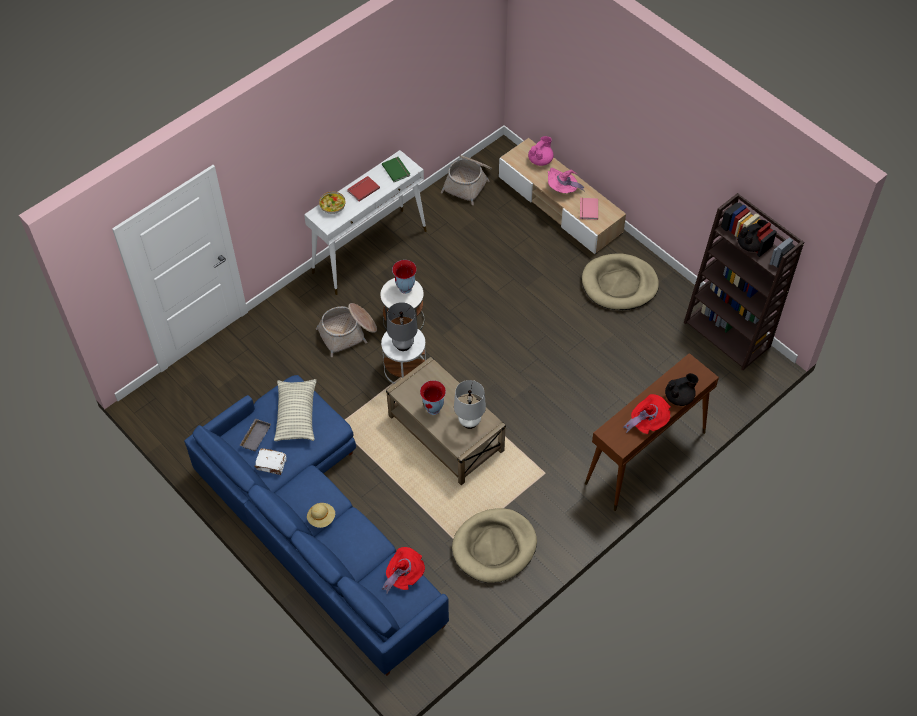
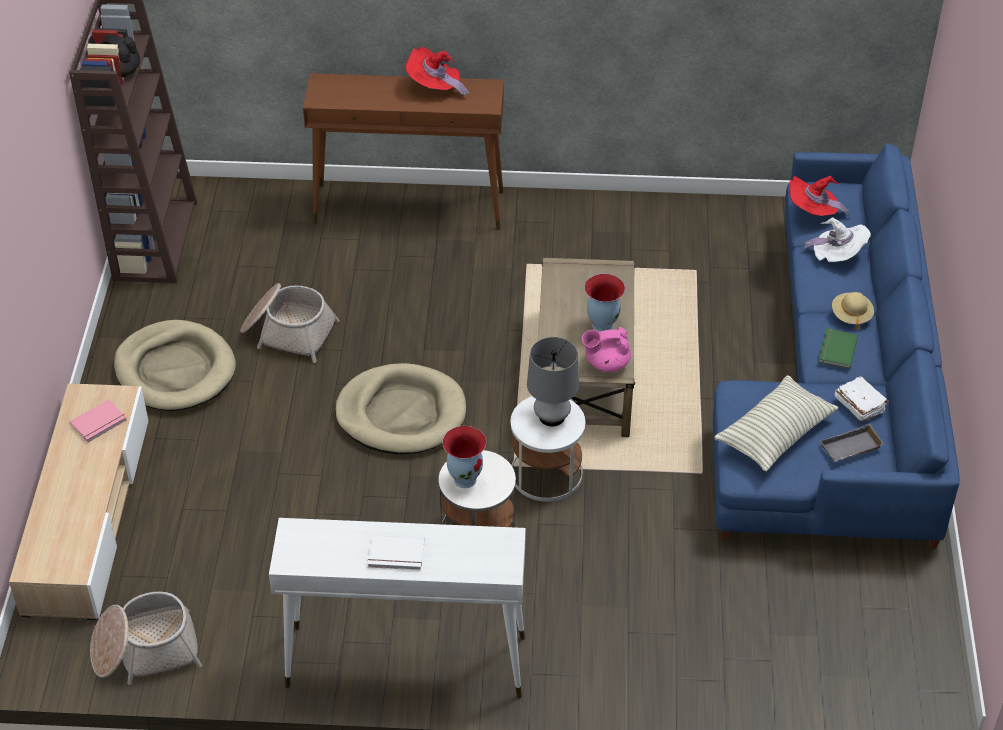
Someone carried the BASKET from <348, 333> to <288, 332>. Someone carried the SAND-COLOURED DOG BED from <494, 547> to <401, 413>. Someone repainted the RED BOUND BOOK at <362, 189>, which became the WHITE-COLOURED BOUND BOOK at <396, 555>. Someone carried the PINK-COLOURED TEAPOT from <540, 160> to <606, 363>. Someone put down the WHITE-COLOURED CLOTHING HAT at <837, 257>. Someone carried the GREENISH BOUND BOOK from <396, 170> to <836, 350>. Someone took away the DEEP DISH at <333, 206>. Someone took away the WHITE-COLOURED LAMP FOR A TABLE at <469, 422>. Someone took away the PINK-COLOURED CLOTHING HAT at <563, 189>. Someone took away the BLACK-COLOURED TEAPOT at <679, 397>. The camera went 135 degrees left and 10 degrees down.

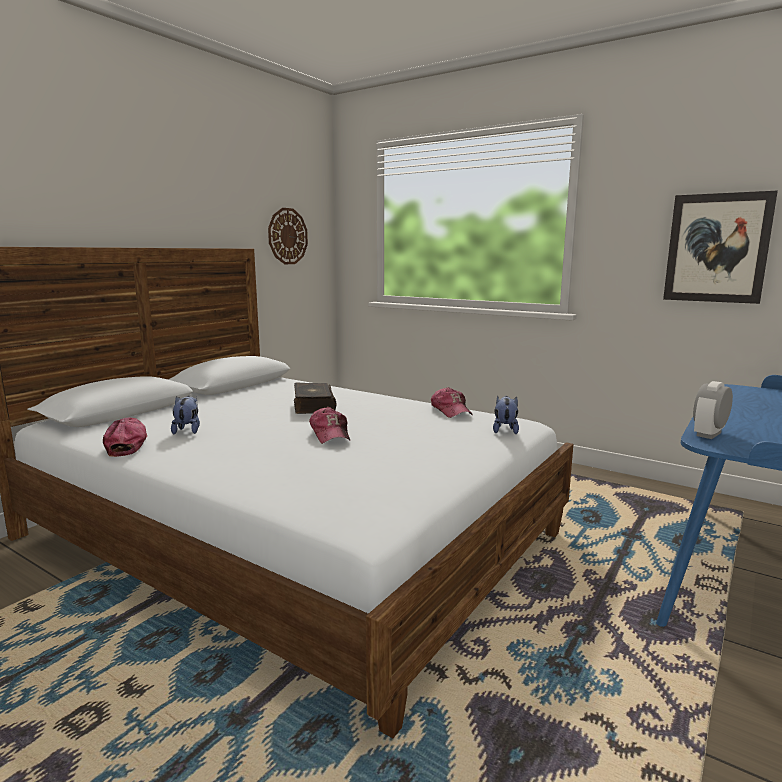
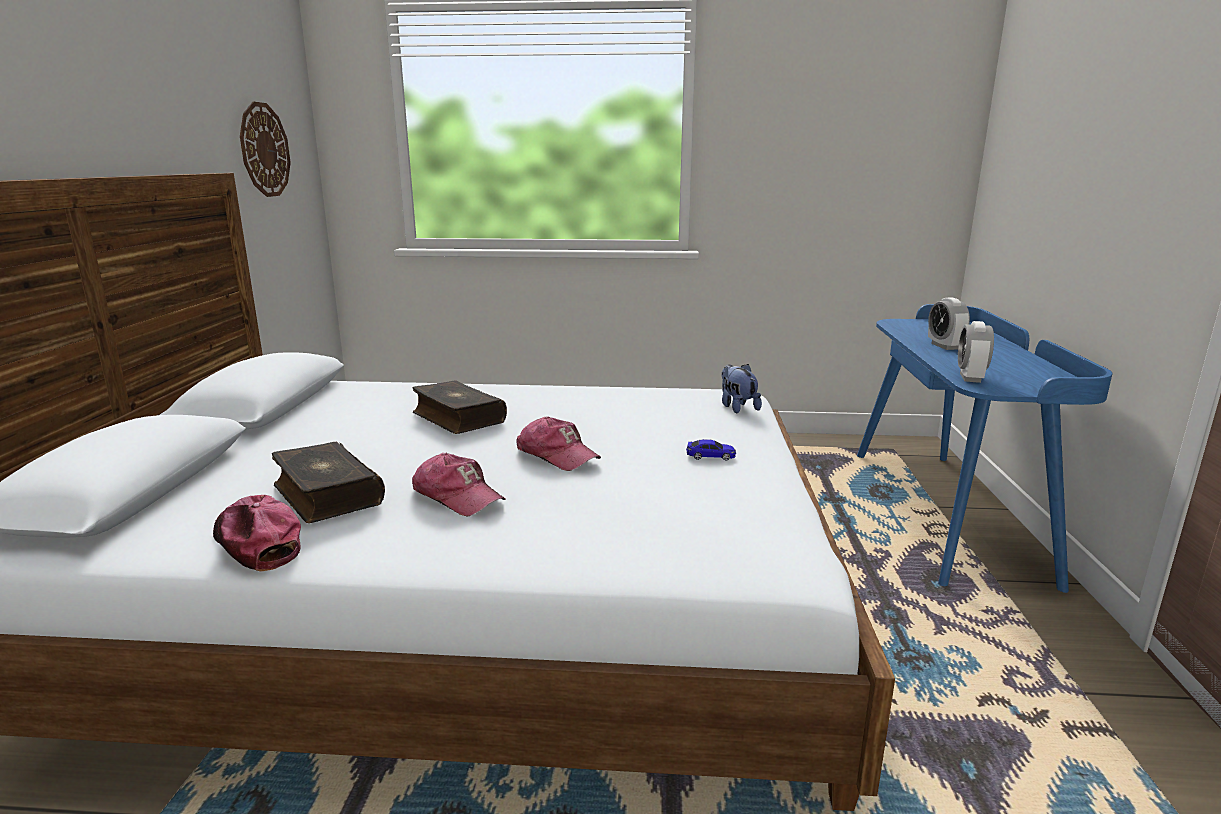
Someone swapped the SOFT TOY at <188, 430> for the BOUND BOOK at <326, 495>. Someone carried the CAP from <451, 411> to <457, 496>. Someone put down the MODEL CAR at <710, 456>. Someone put down the BEDSIDE CLOCK at <944, 346>. Someone took away the WALL PICTURE at <717, 248>. The camera went 30 degrees left and 5 degrees up.

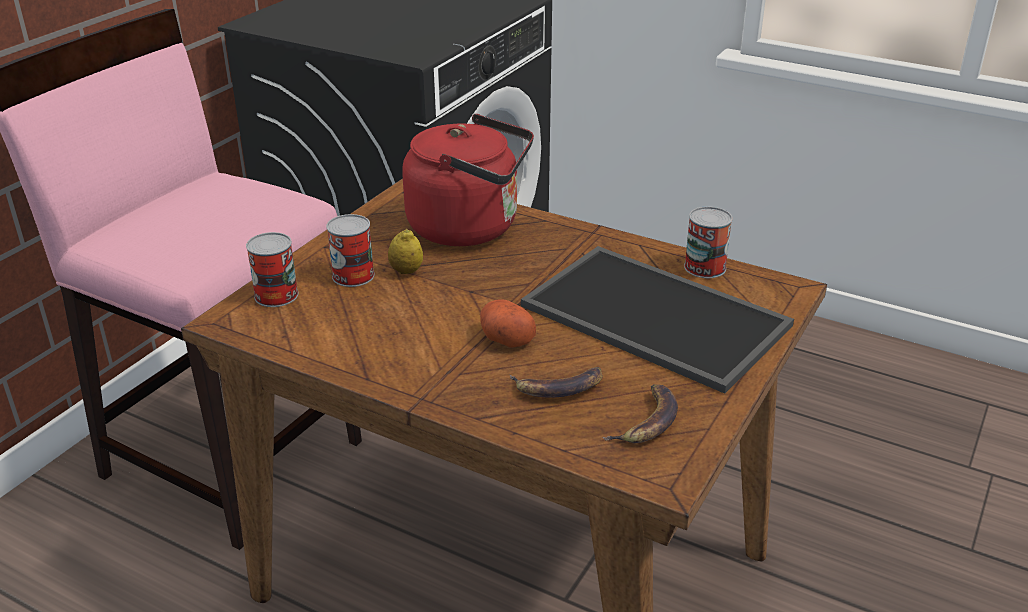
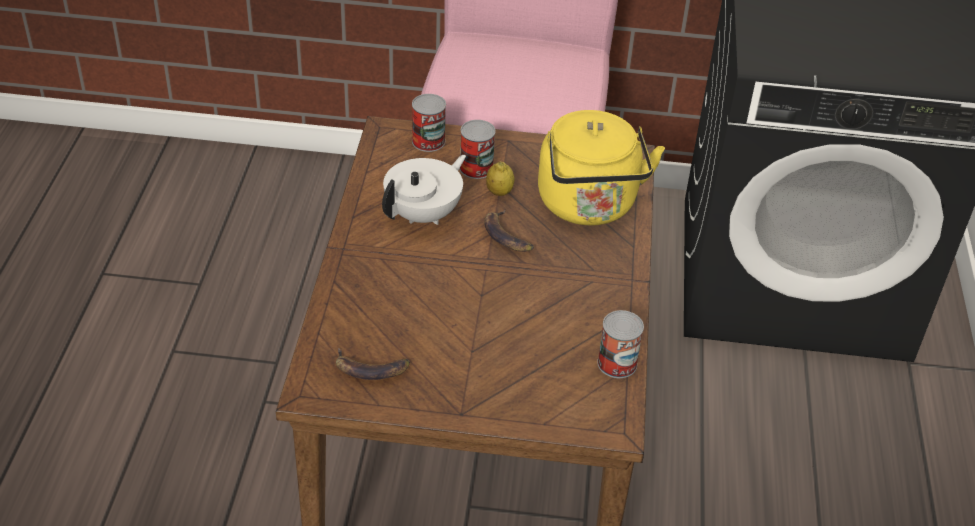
Someone put down the WHITE-COLOURED TEAPOT at <424, 214>. Someone carried the BANANA FRUIT from <558, 387> to <507, 236>. Someone repainted the RED KETTLE at <470, 228>, which became the YELLOW KETTLE at <589, 206>. Someone took away the POTATO at <505, 338>. Someone took away the CARRYING TRAY at <659, 315>. The camera went 65 degrees right and 10 degrees up.

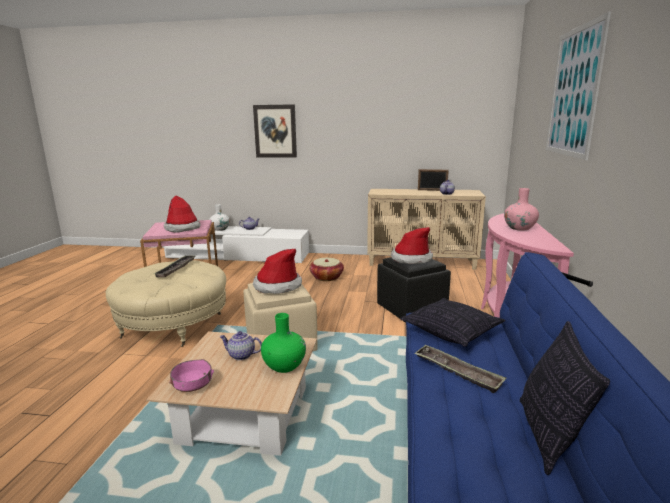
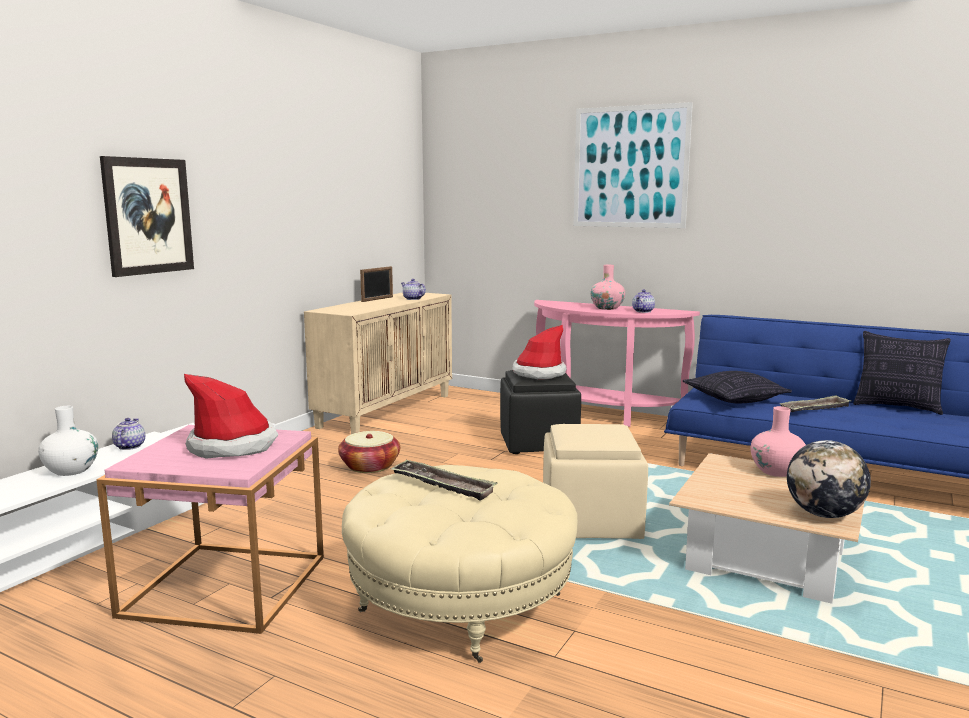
Someone carried the TEAPOT from <241, 356> to <643, 311>. Someone repainted the GREENISH VASE at <284, 366>, which became the PINK-COLOURED VASE at <776, 471>. Someone swapped the PINK-COLOURED DEEP DISH at <192, 386> for the WORLD GLOBE at <824, 514>. Someone took away the CLOTHING HAT at <277, 286>. The camera went 70 degrees left and 5 degrees down.

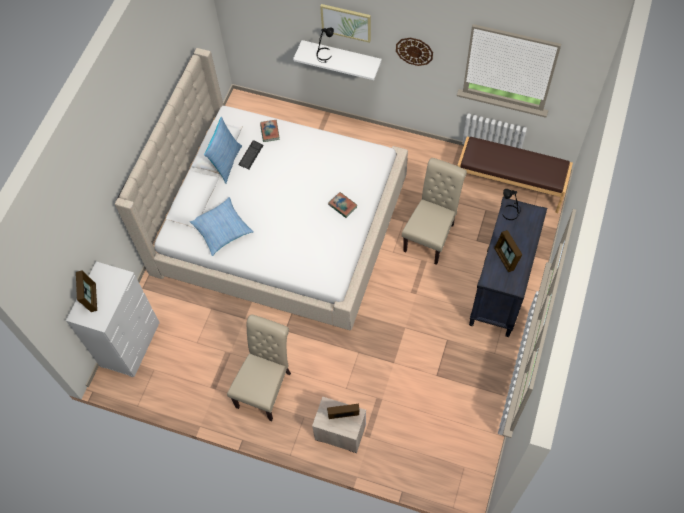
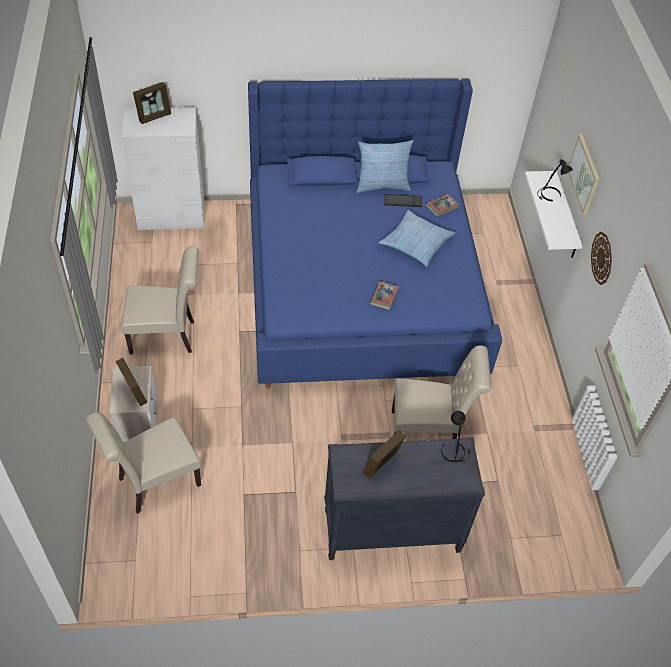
Someone put down the SAND-COLOURED UPRIGHT CHAIR at <154, 483>. Someone repainted the SAND-COLOURED BEDROOM BED at <279, 226>, which became the BLUISH BEDROOM BED at <362, 286>. Someone carried the CUSHION from <221, 229> to <416, 243>. Someone took away the BROWN BENCH at <509, 185>. The camera went 60 degrees right and 10 degrees down.

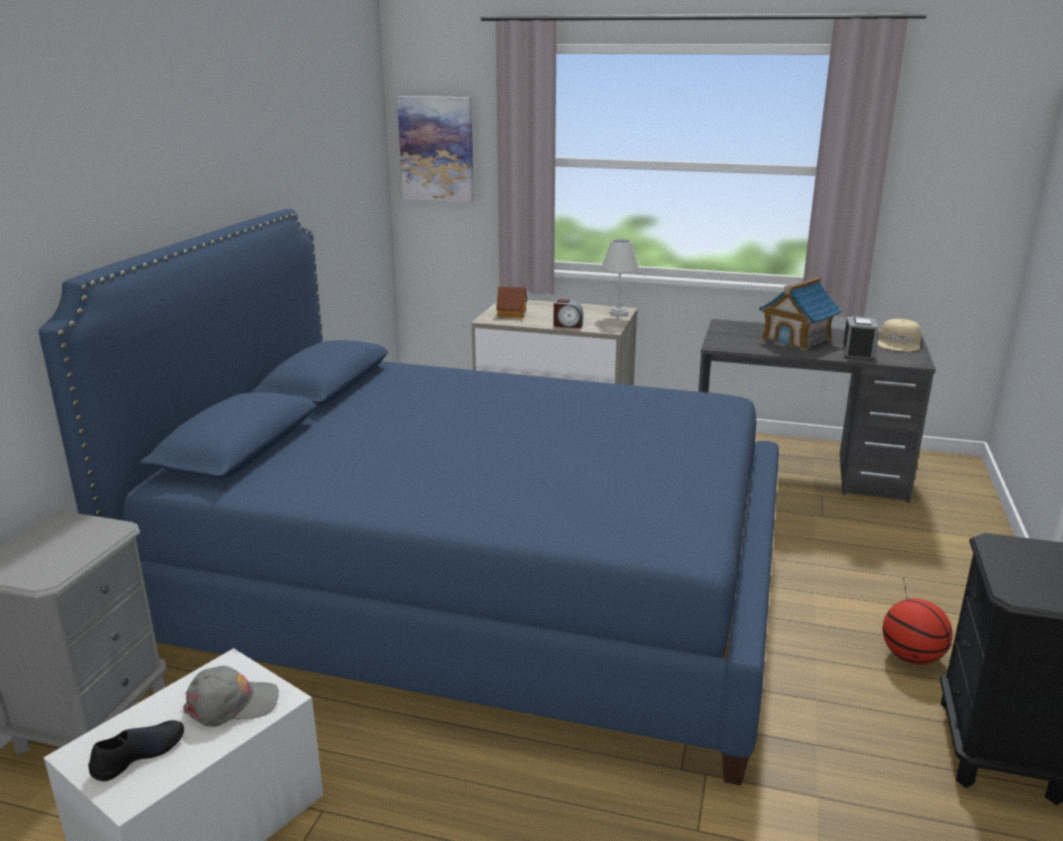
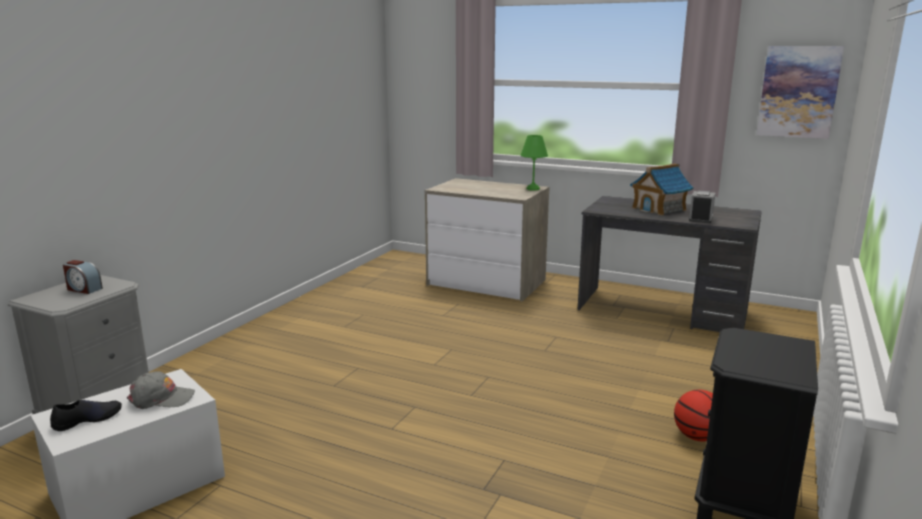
Someone carried the BEDSIDE CLOCK from <567, 325> to <84, 289>. Someone repainted the WHITE-COLOURED LAMP FOR A TABLE at <618, 313>, which became the GREENISH LAMP FOR A TABLE at <532, 189>. Someone carried the WALL PICTURE from <437, 149> to <798, 92>. Someone took away the BLUISH BEDROOM BED at <475, 590>. Someone took away the TOY HOUSE at <512, 313>. Someone took away the SAND-COLOURED CAP at <899, 344>. The camera went 10 degrees right and 5 degrees down.

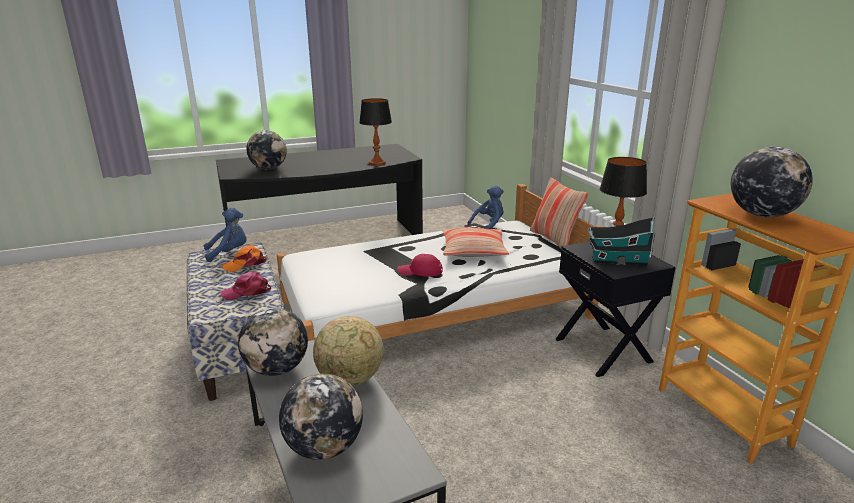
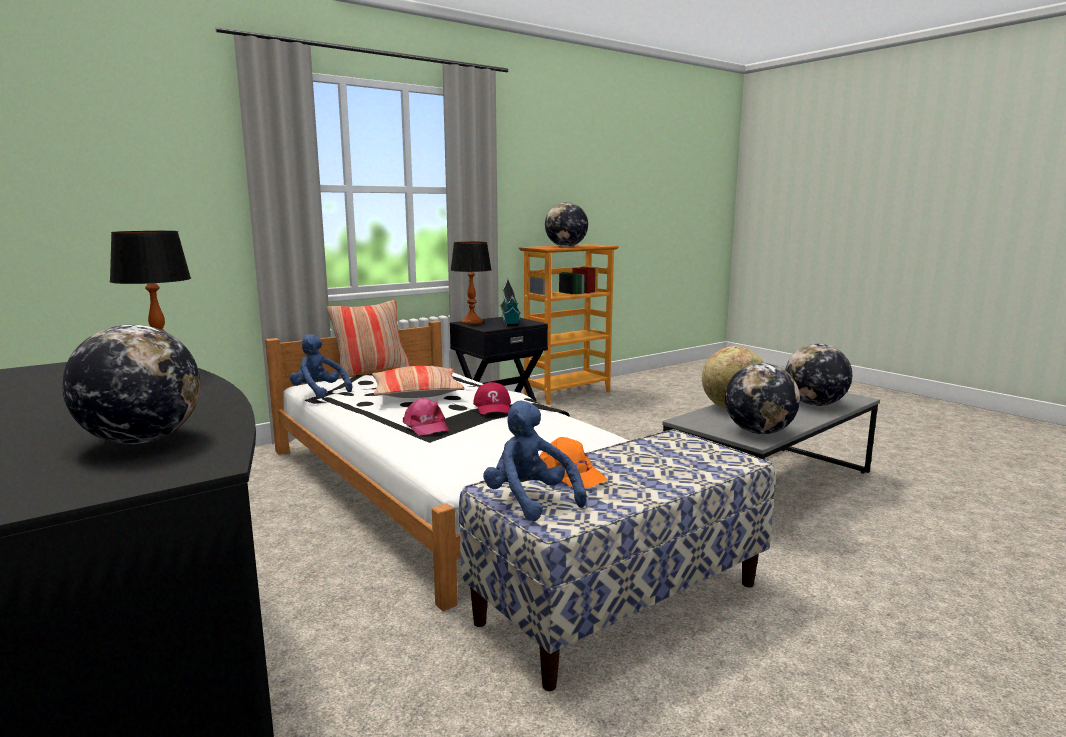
Someone carried the PINK-COLOURED CAP from <247, 292> to <425, 426>. The camera went 105 degrees left and 10 degrees down.

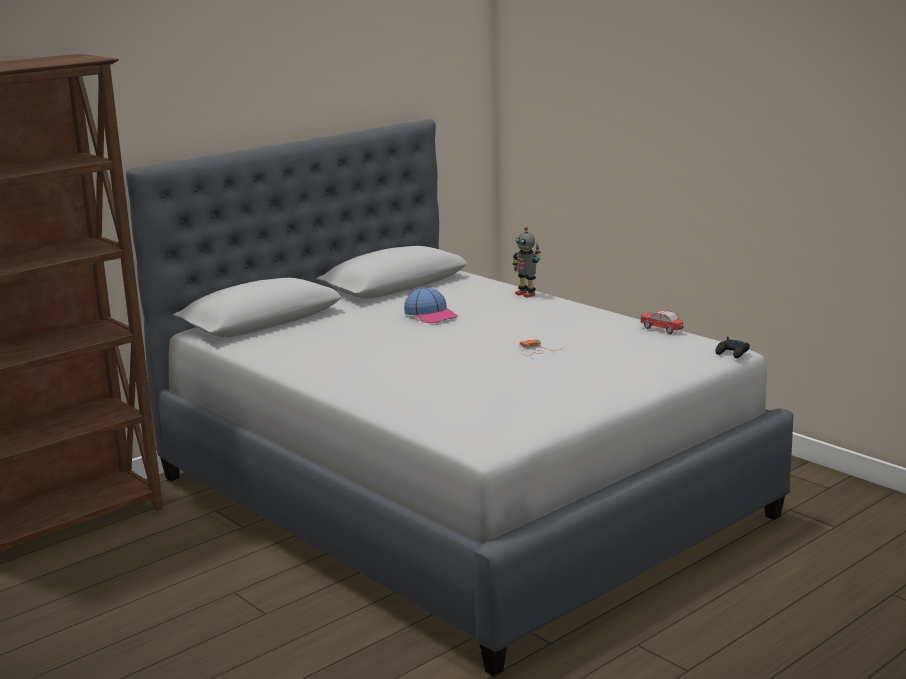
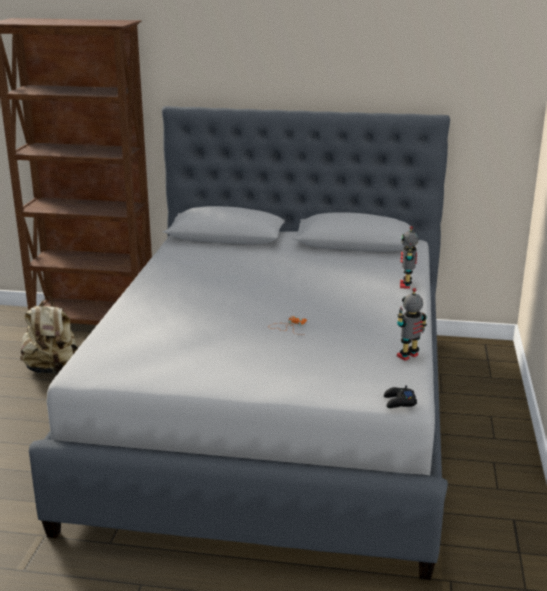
Someone put down the SAND-COLOURED BACKPACK at <52, 369>. Someone swapped the MODEL CAR at <661, 330> for the TOY ROBOT at <408, 356>. Someone took away the CAP at <431, 315>. The camera went 50 degrees right and 5 degrees up.

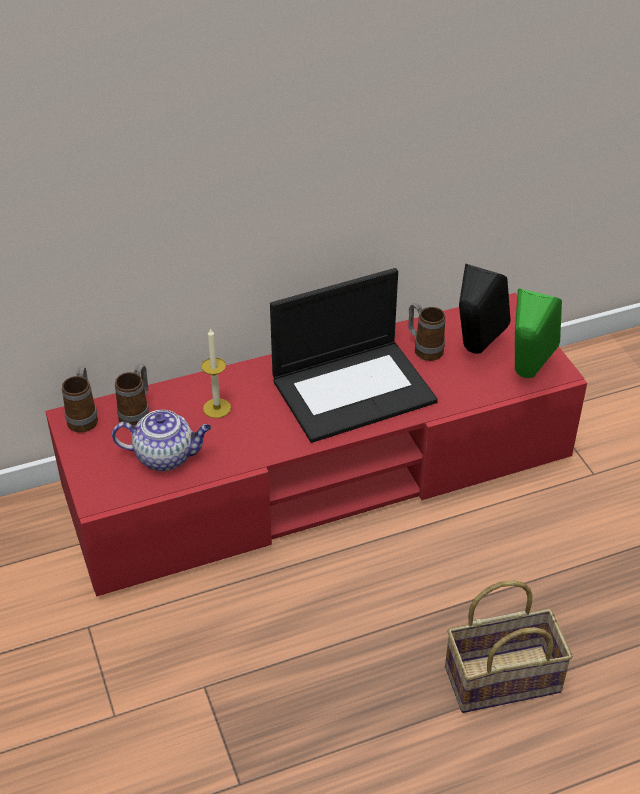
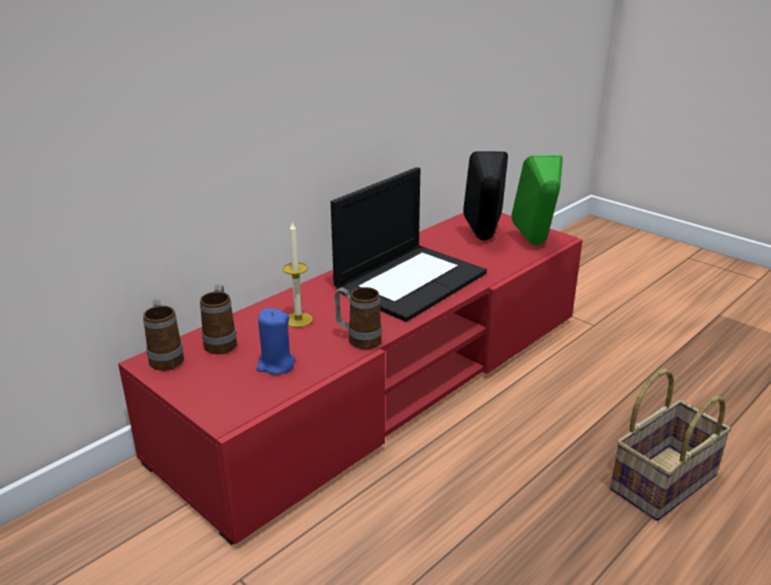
Someone swapped the TEAPOT at <166, 456> for the BLUISH WAX CANDLE at <275, 365>. Someone carried the COFFEE MUG from <424, 349> to <358, 340>. The camera went 25 degrees left and 15 degrees down.

